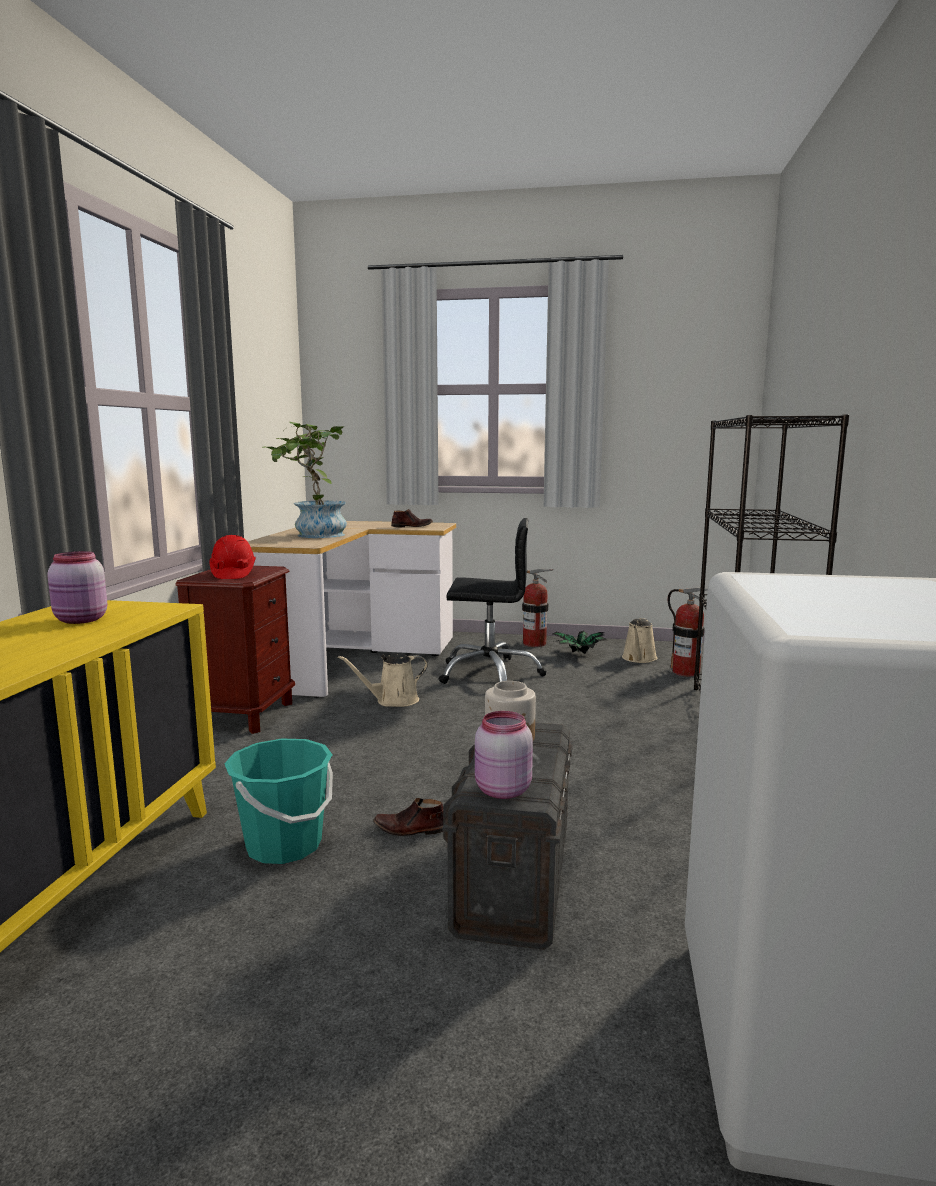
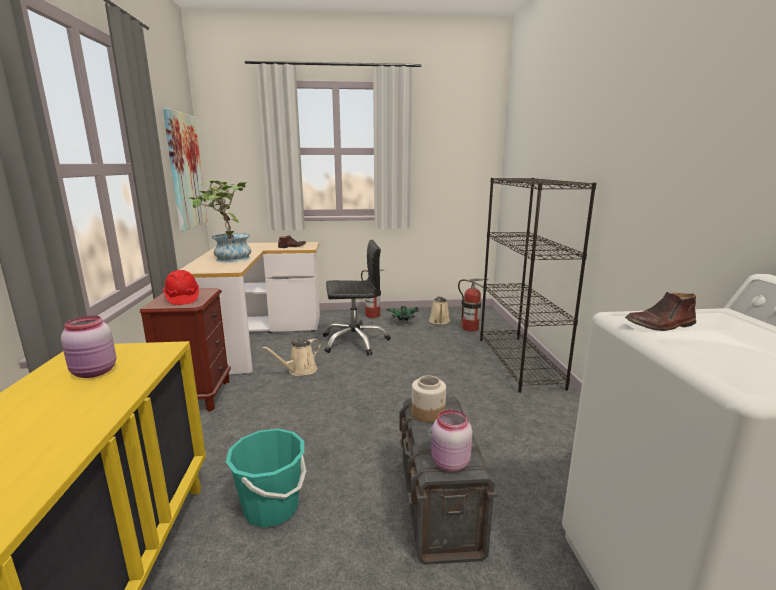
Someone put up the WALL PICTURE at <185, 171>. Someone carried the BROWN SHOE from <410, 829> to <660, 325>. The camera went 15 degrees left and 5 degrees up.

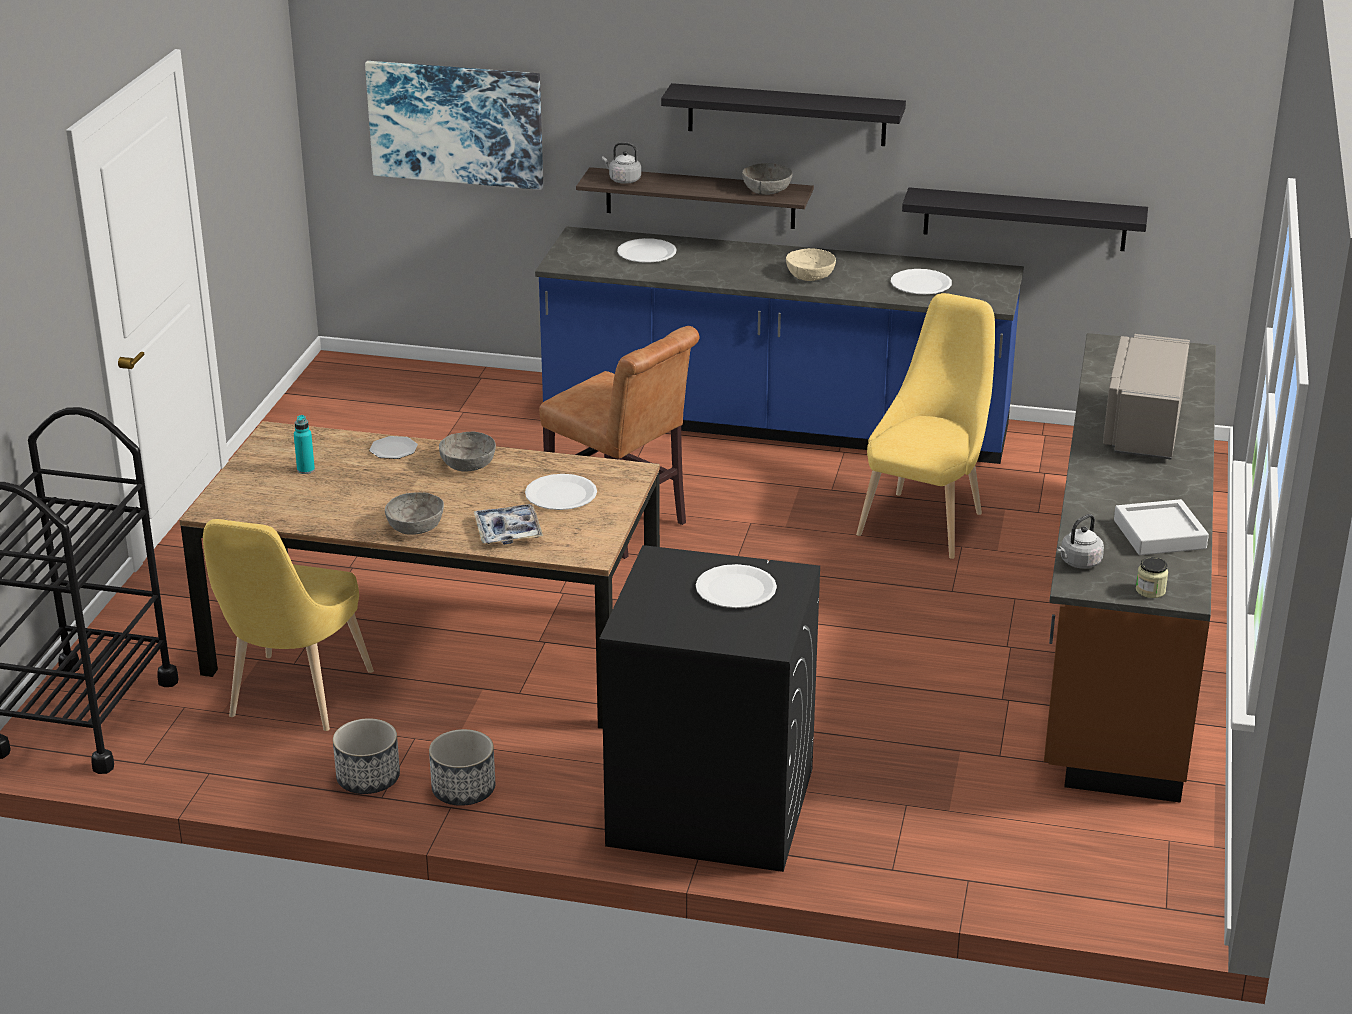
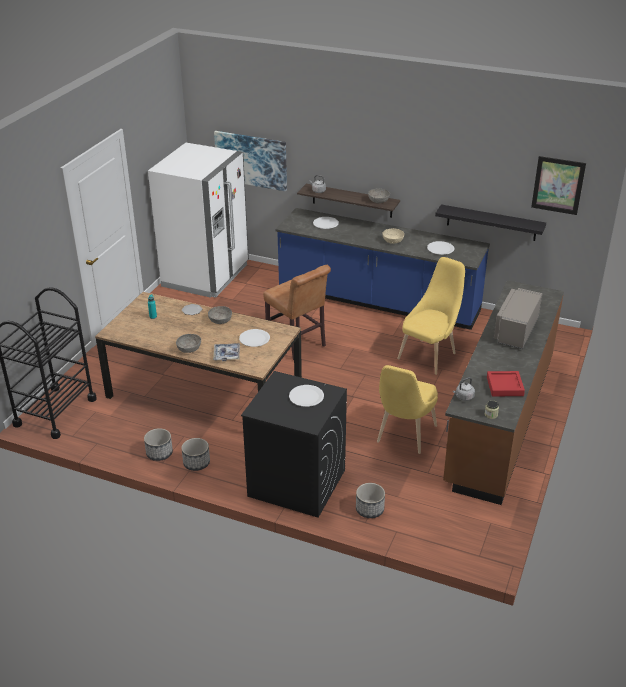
Someone put down the WHITE-COLOURED REFRIGERATOR at <206, 275>. Someone put down the PLANT POT at <369, 509>. Someone carried the YELLOW UPRIGHT CHAIR from <295, 699> to <404, 436>. Someone repainted the GRAY CARRYING TRAY at <1159, 534>, which became the RED CARRYING TRAY at <504, 386>. Someone put up the WALL PICTURE at <558, 185>. Someone took away the BLACK-COLOURED SHELF at <786, 115>. The camera went 10 degrees right and 5 degrees up.

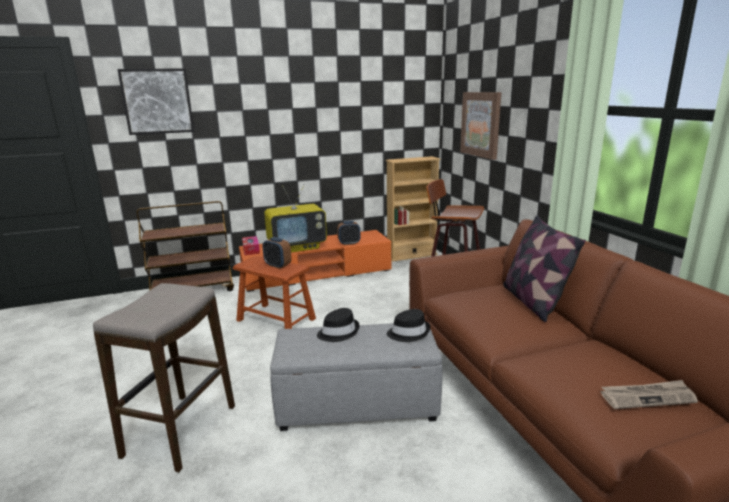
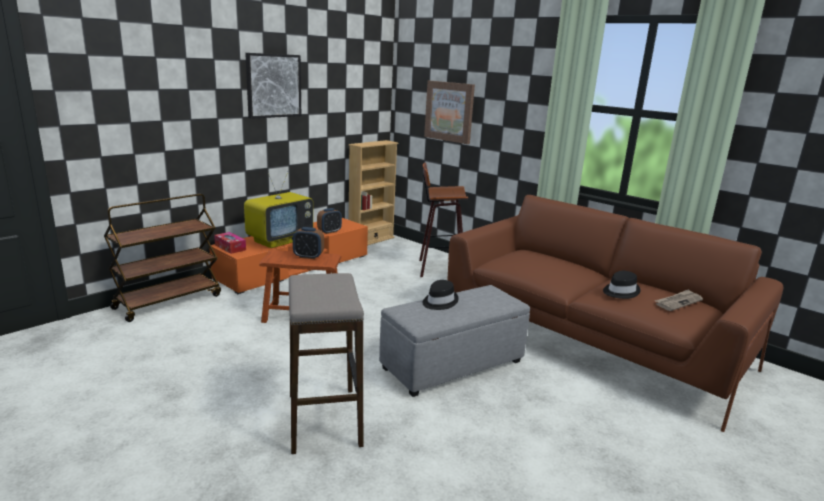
Someone carried the WALL PICTURE from <157, 101> to <273, 85>. Someone carried the BLACK-COLOURED CLOTHING HAT from <408, 332> to <620, 291>. Someone took away the CUSHION at <533, 302>. The camera went 30 degrees left and 0 degrees up.

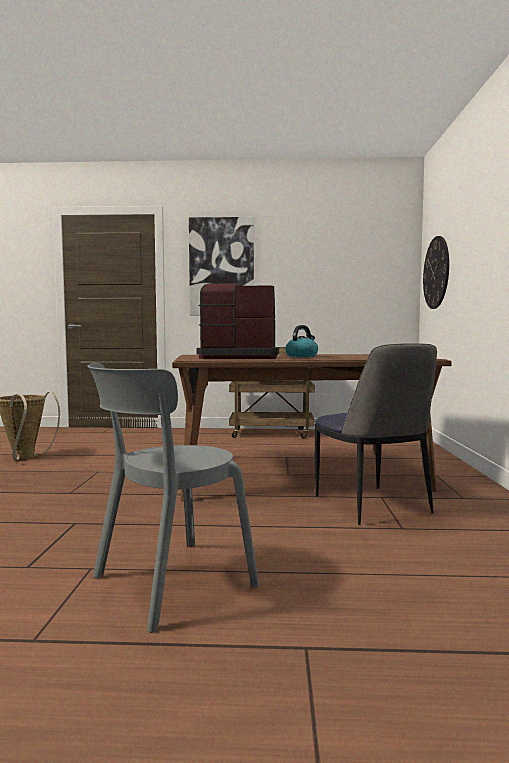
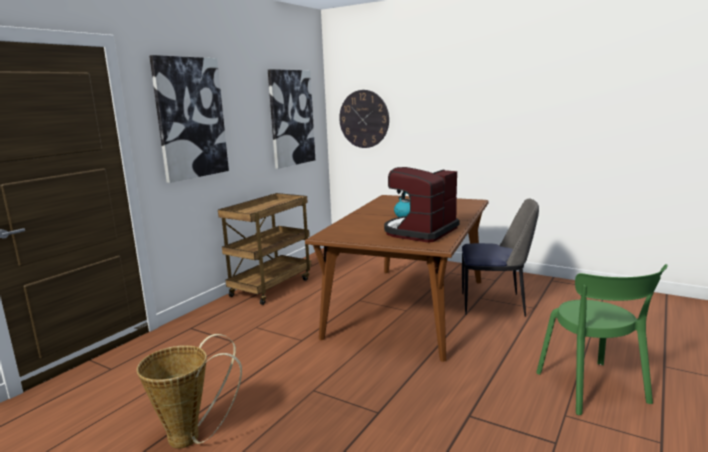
Someone put up the WALL PICTURE at <291, 118>. Someone repainted the GRAY UPRIGHT CHAIR at <167, 583>, which became the GREENISH UPRIGHT CHAIR at <594, 390>. The camera went 60 degrees left and 10 degrees up.

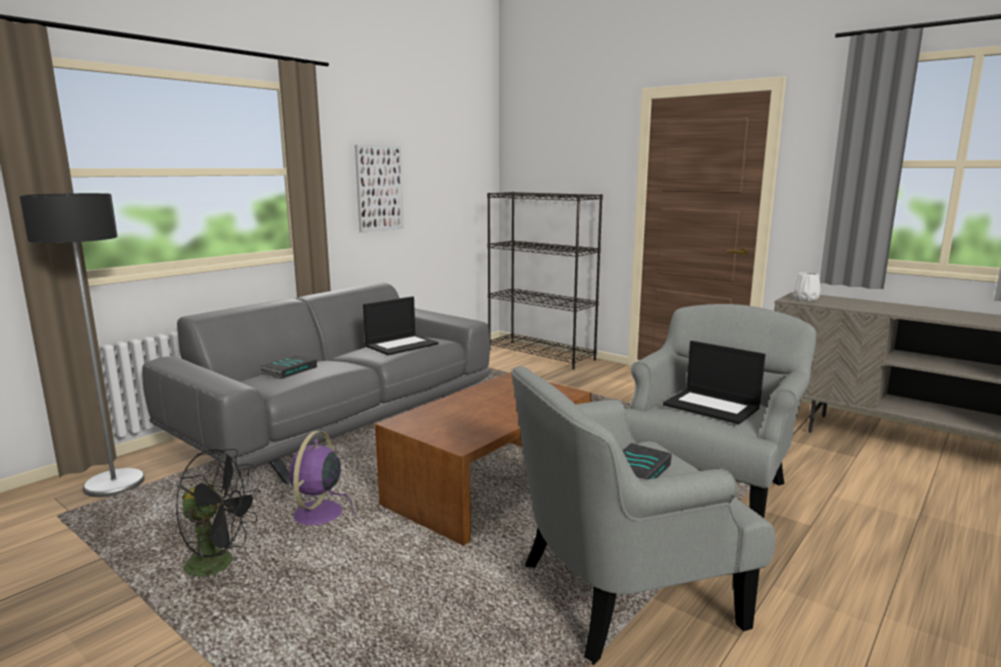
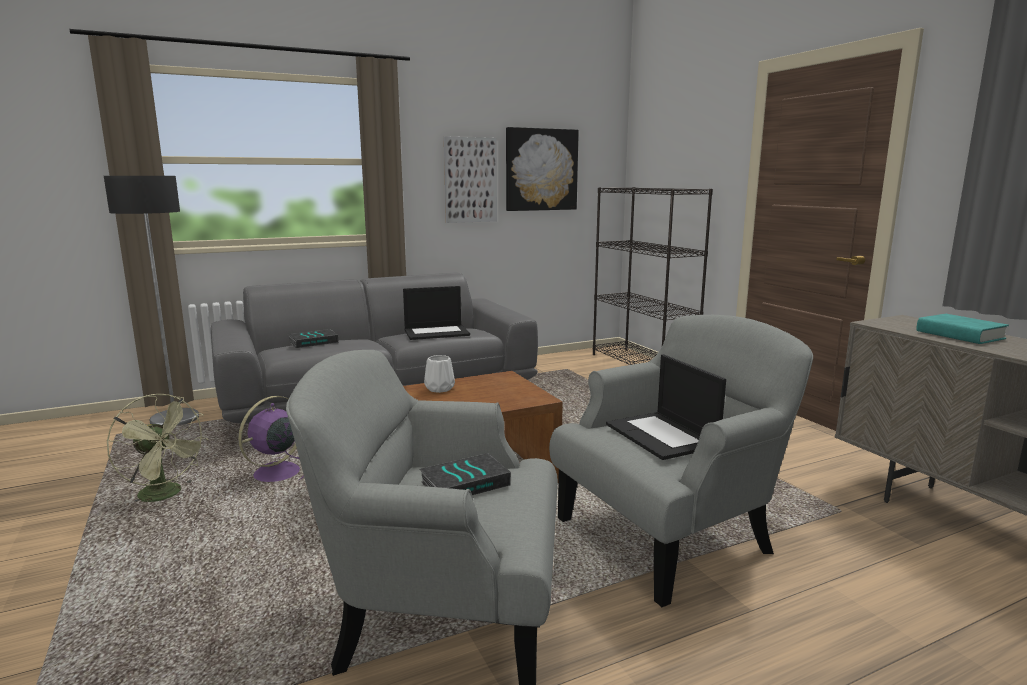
Someone repainted the BLACK-COLOURED ELECTRIC FAN at <220, 564>, which became the GREENISH ELECTRIC FAN at <166, 495>. Someone carried the WHITE-COLOURED VASE from <805, 299> to <440, 388>. Someone put up the WALL PICTURE at <541, 170>. Someone put down the TURQUOISE-COLOURED BOUND BOOK at <959, 335>. The camera went 25 degrees right and 0 degrees up.

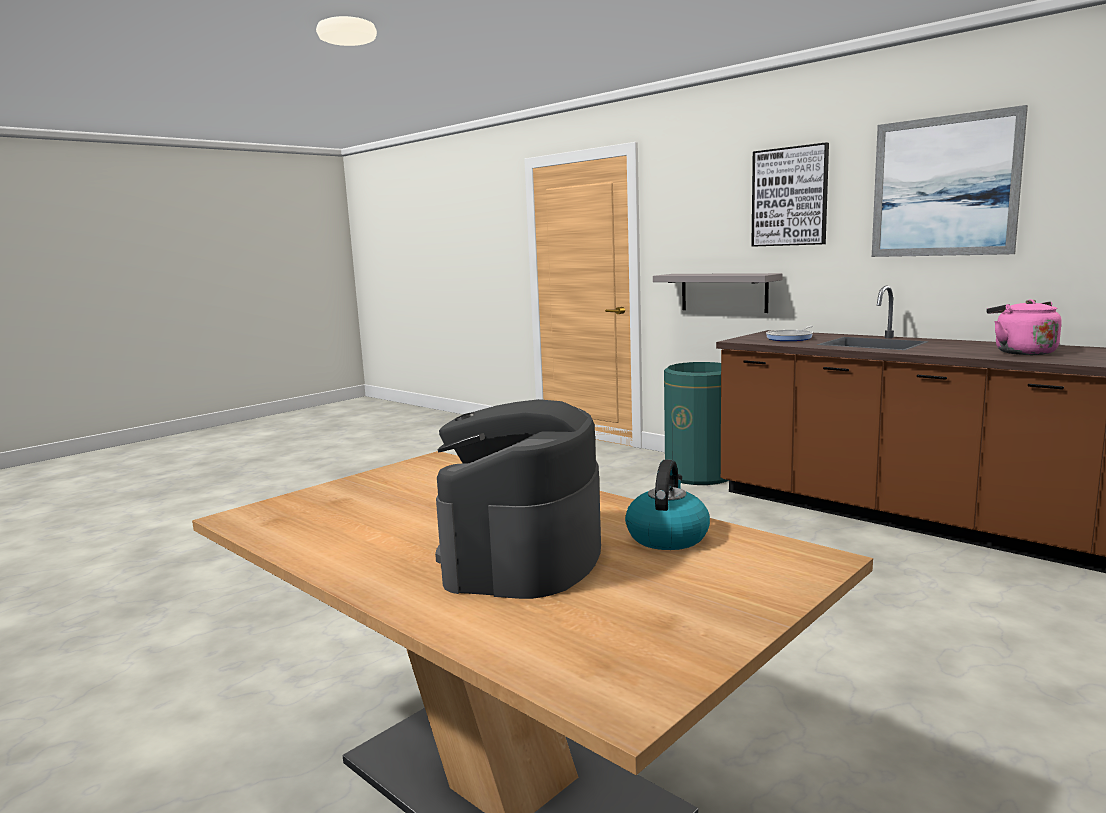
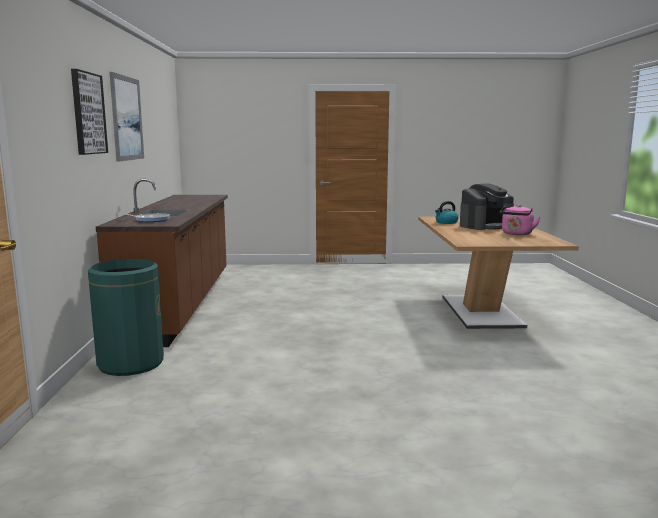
Someone carried the PINK-COLOURED KETTLE from <1021, 352> to <516, 234>. Someone took away the GRAY SHELF at <723, 292>. The camera went 135 degrees left and 0 degrees up.

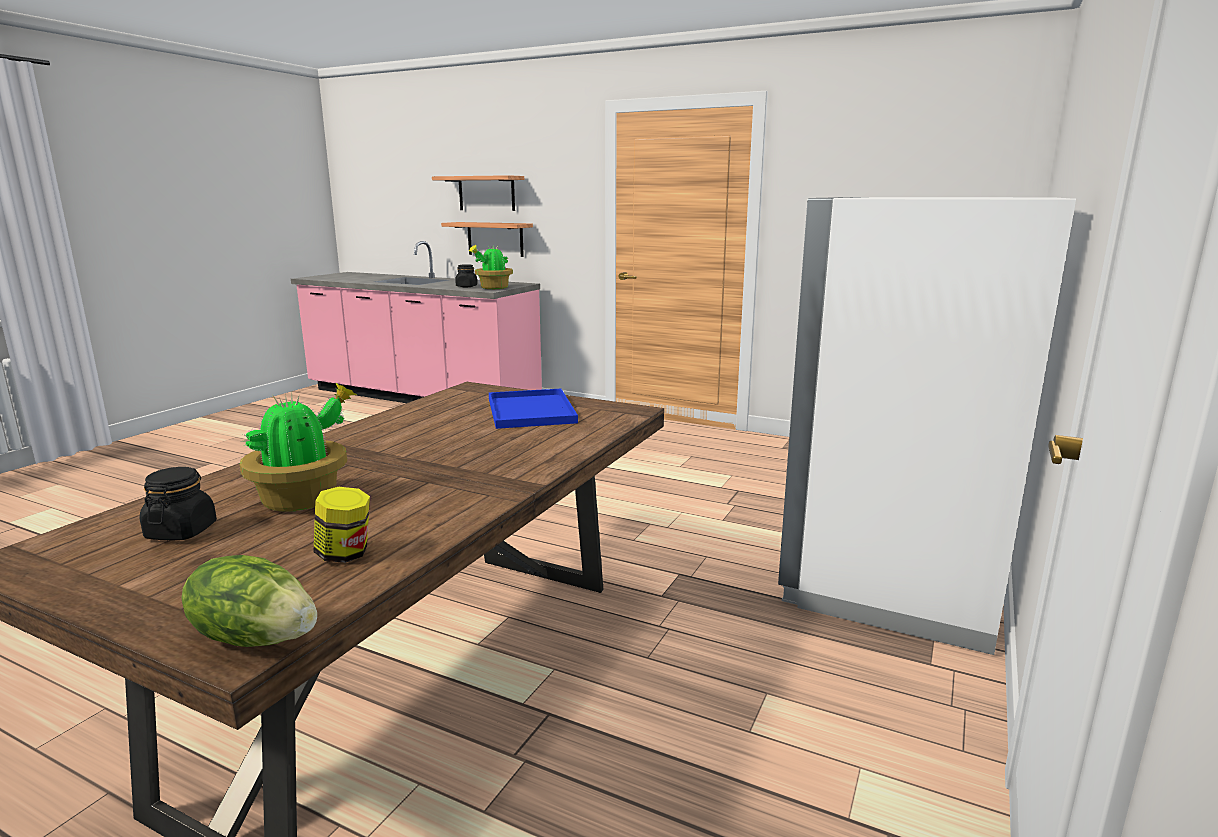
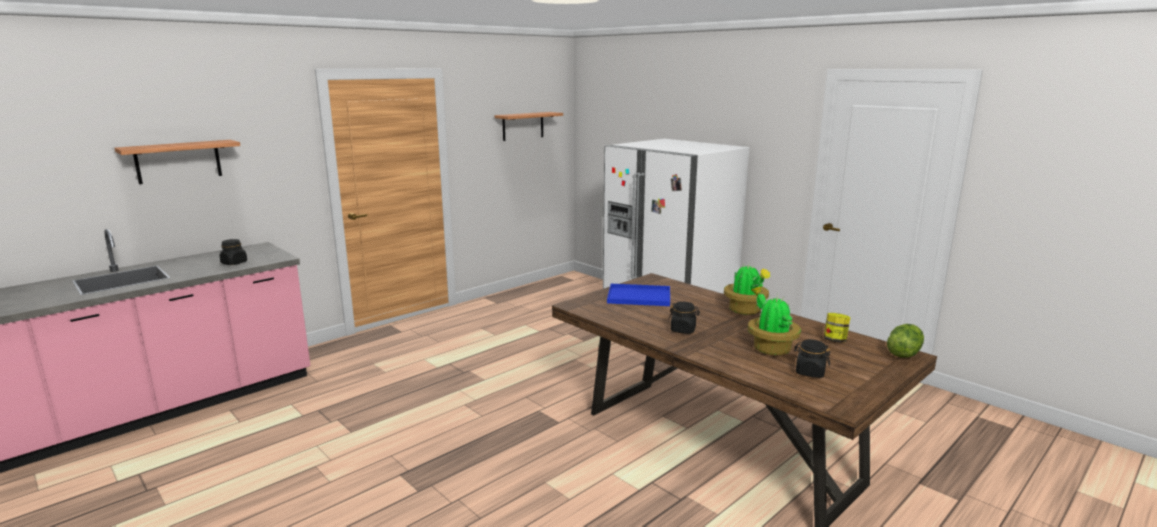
Someone carried the SHELF from <495, 239> to <523, 126>. Someone put down the BLACK-COLOURED STORAGE JAR at <683, 330>. Someone carried the HOUSEPLANT from <493, 288> to <745, 311>. The camera went 70 degrees left and 0 degrees up.

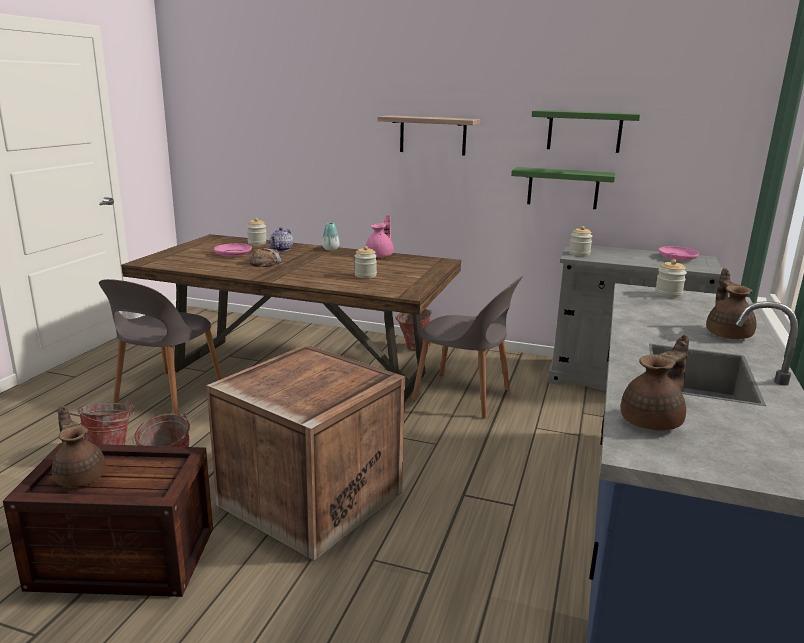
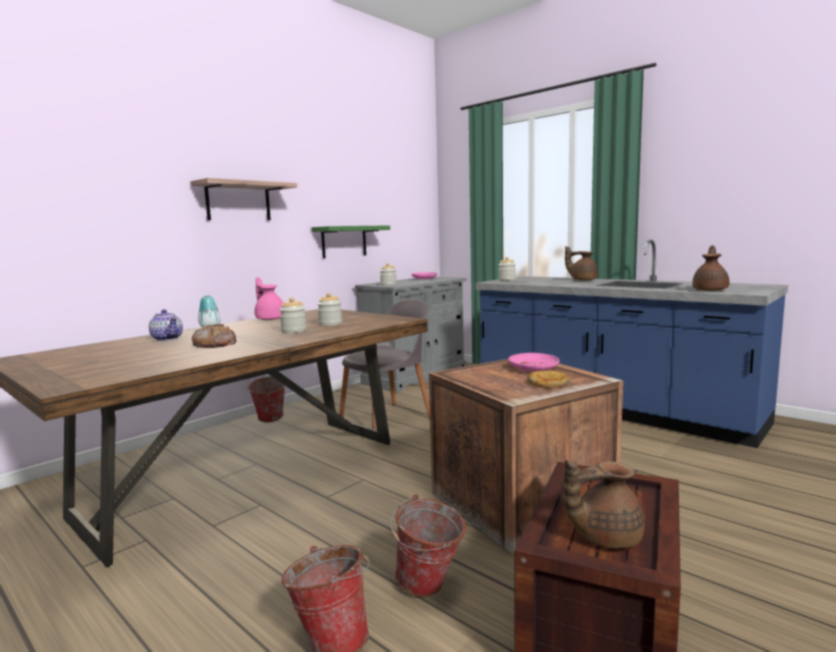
Someone carried the STORAGE JAR from <257, 243> to <294, 331>. Someone carried the PINK-COLOURED PLATE from <233, 254> to <533, 368>. Someone put down the BREAD at <548, 382>. Someone rotated the BROWN TEAPOT at <653, 421> by 45 degrees clockwise. Someone took away the GRAY UPRIGHT CHAIR at <168, 394>. Someone took away the GREENISH SHELF at <584, 131>. The camera went 65 degrees left and 10 degrees down.

